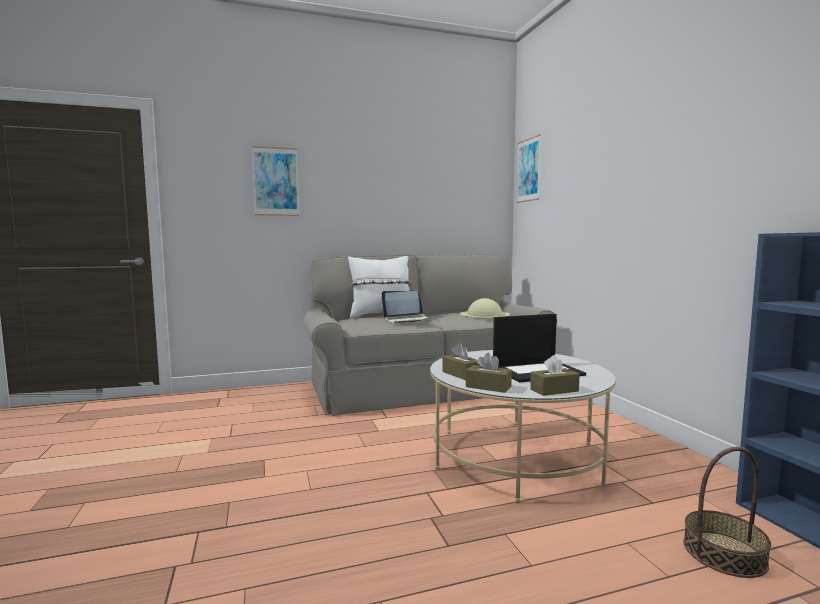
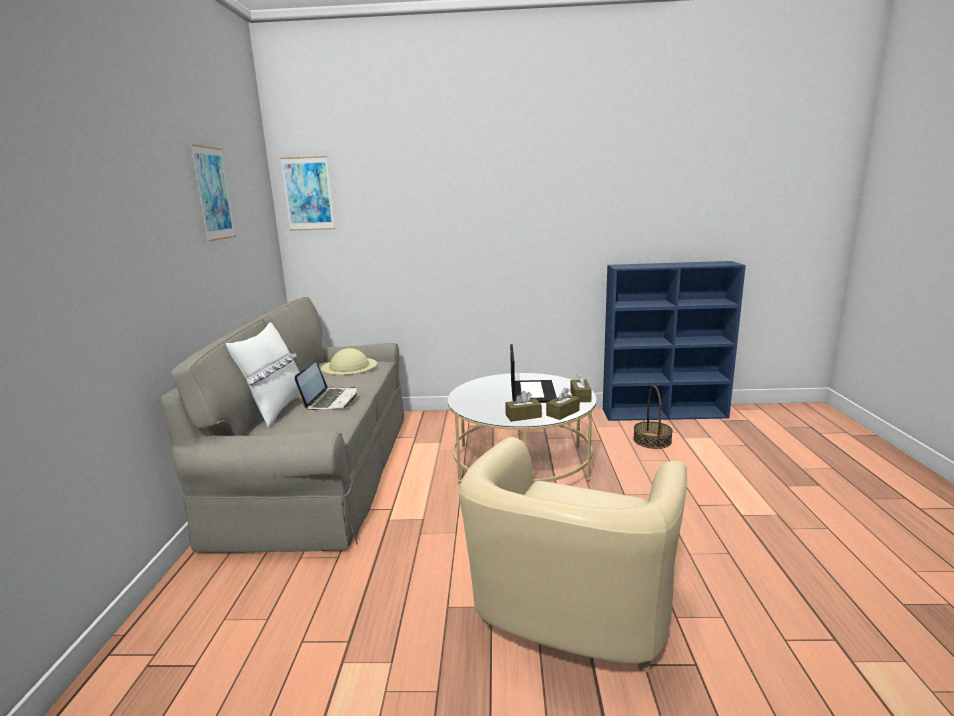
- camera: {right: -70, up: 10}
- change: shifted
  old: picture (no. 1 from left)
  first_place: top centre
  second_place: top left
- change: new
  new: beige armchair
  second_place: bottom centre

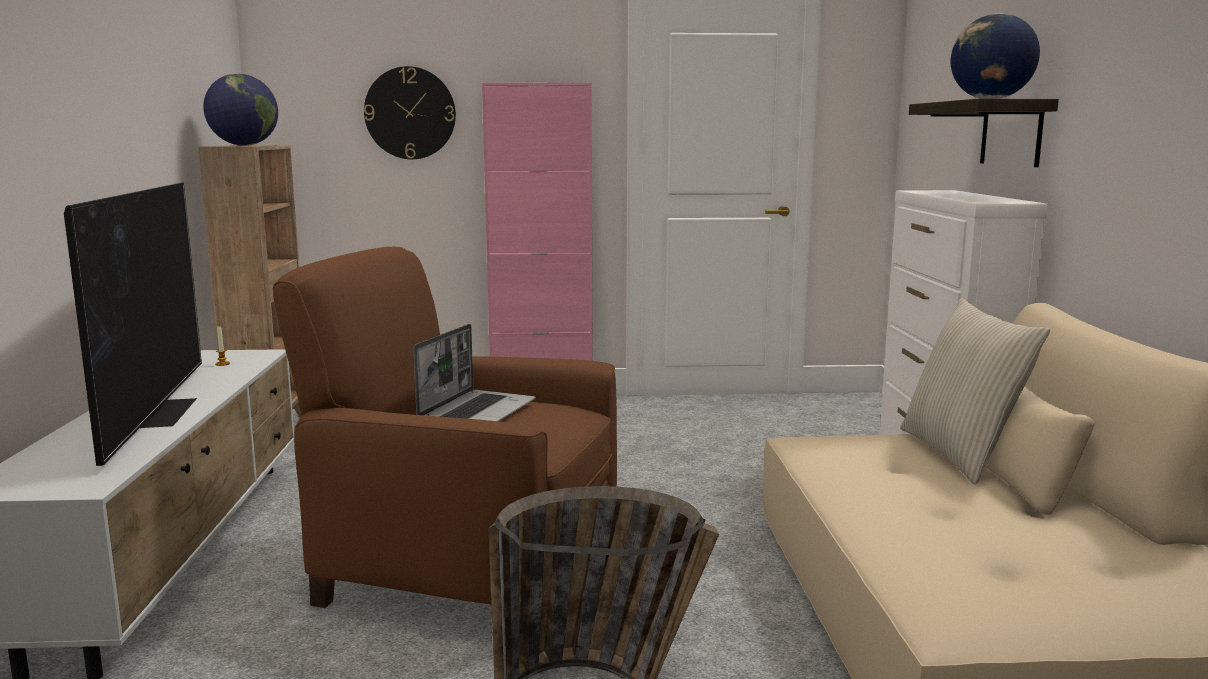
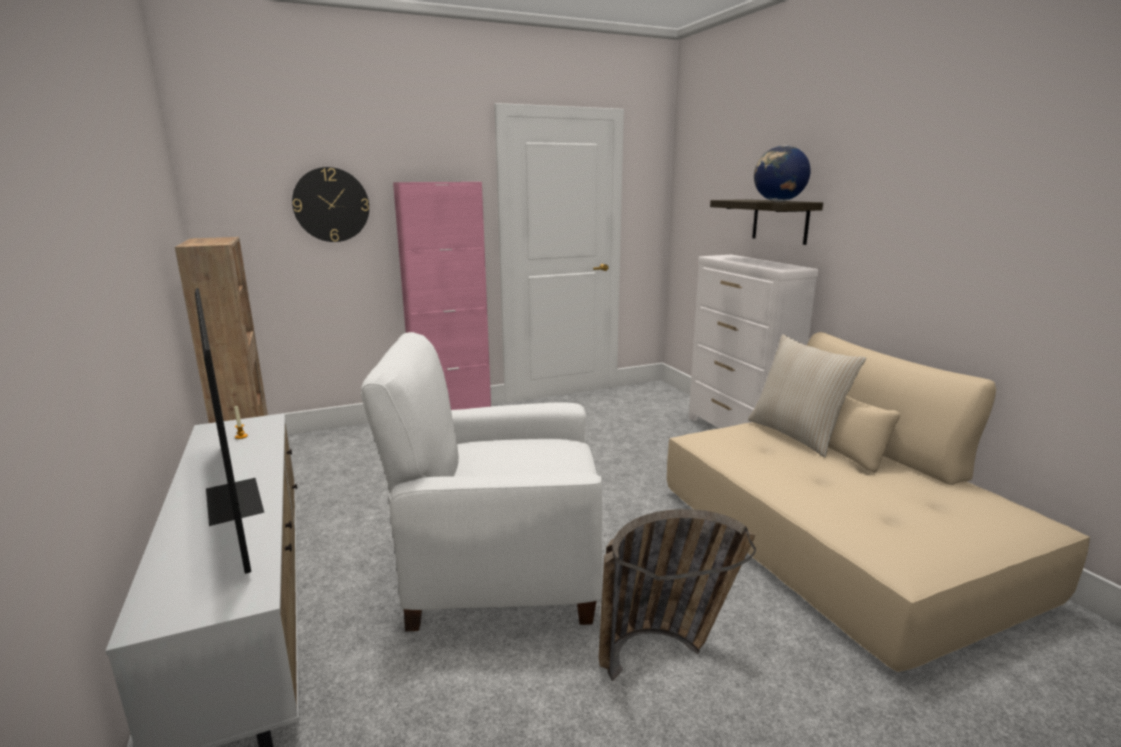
- camera: {right: -20, up: 5}
- change: gone
  old: globe (no. 1 from left)
  first_place: top left
- change: repainted
  old: brown armchair
  new: white armchair
  first_place: centre
  second_place: centre
- change: gone
  old: laptop
  first_place: centre

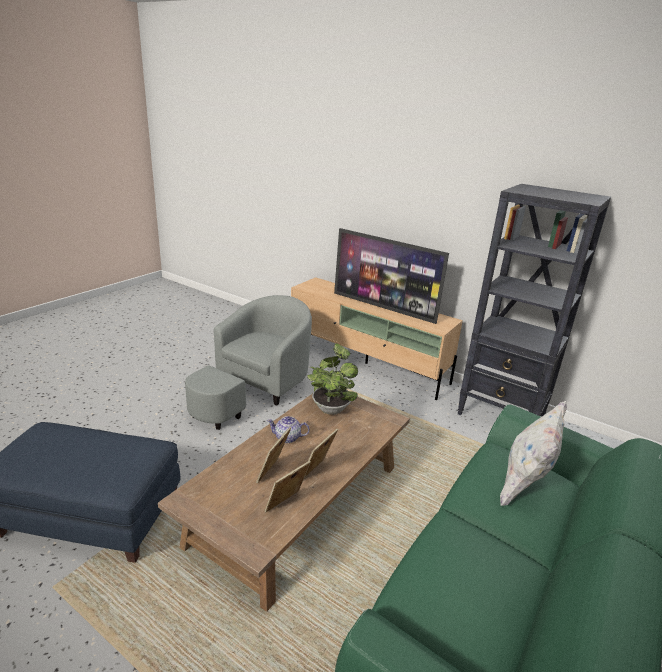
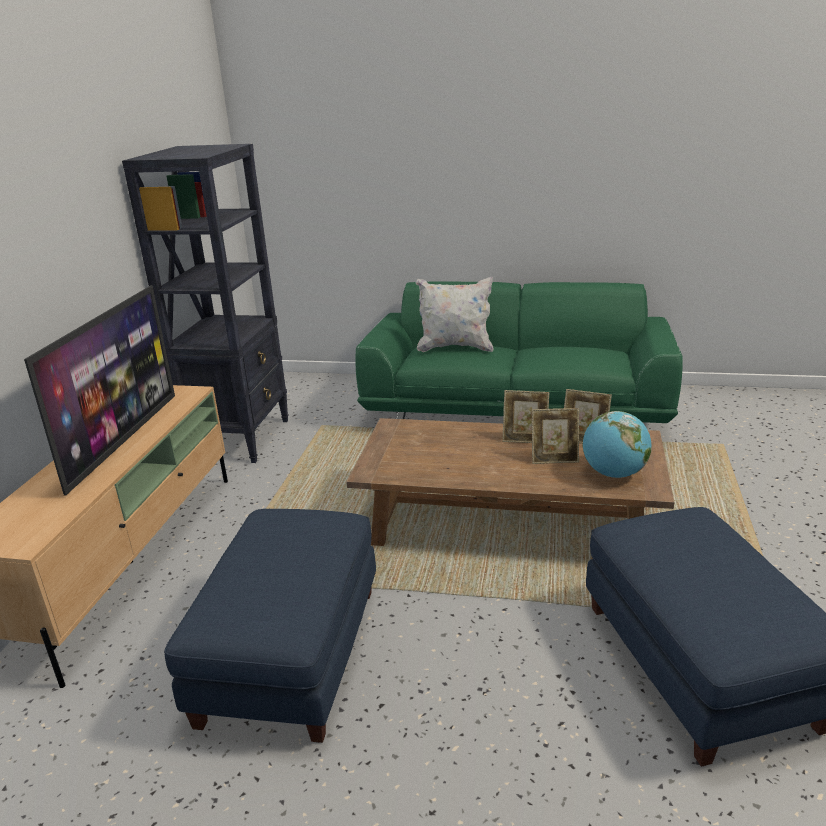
- camera: {right: -110, up: 0}
- change: swapped
  old: grey armchair
  new: blue ottoman (no. 1 from left)
  first_place: centre
  second_place: bottom left
- change: gone
  old: teapot
  first_place: centre
- change: gone
  old: potted plant
  first_place: centre
- change: new
  new: globe
  second_place: middle right

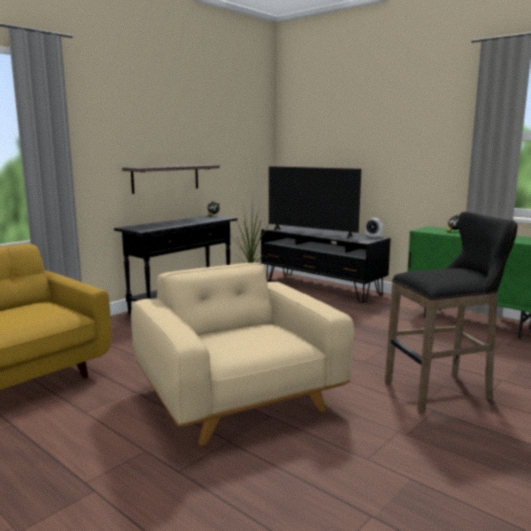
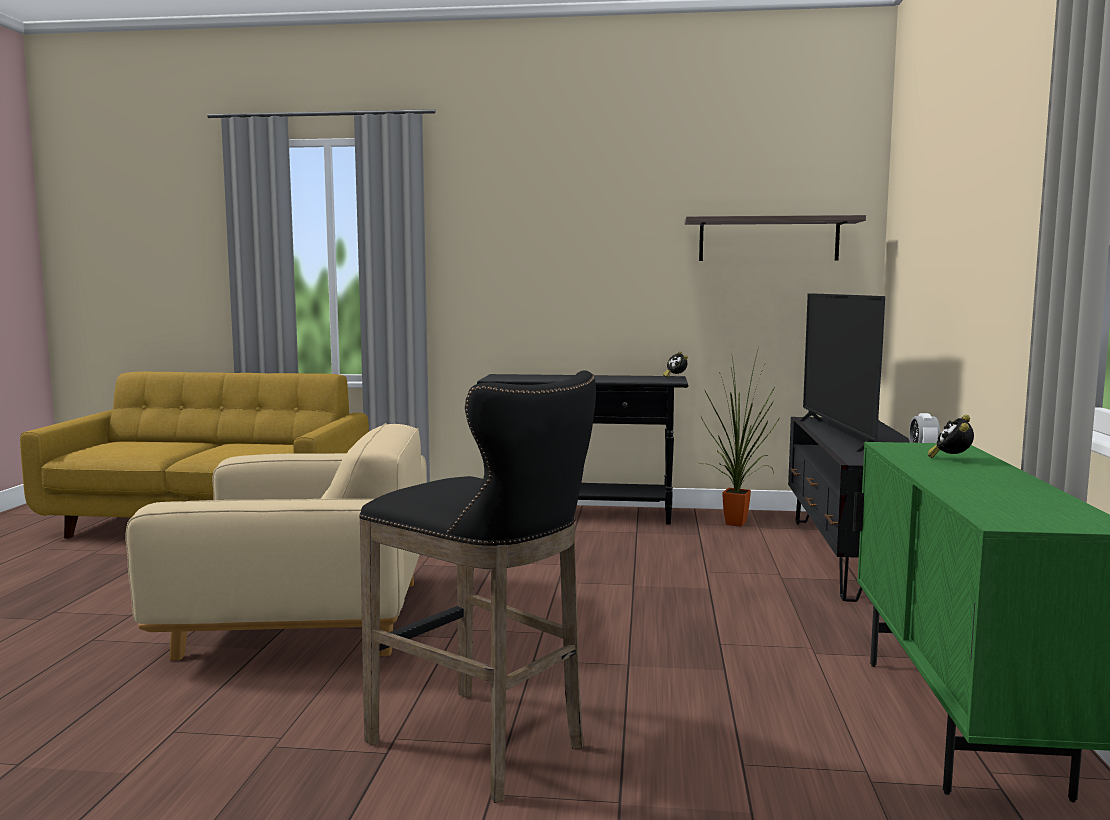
- camera: {right: 55, up: -5}
- change: shifted
  old: shelf
  first_place: middle left
  second_place: top right
- change: rotated
  old: beige armchair
  first_place: bottom centre
  second_place: middle left
  degrees: 60

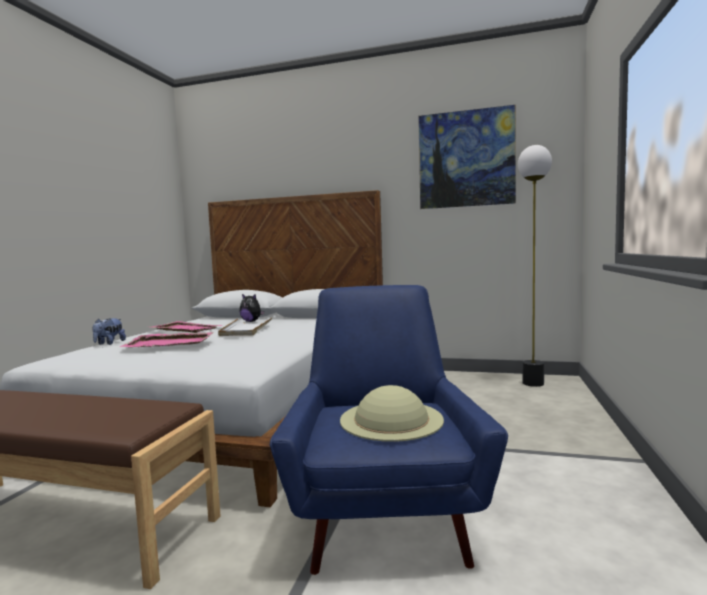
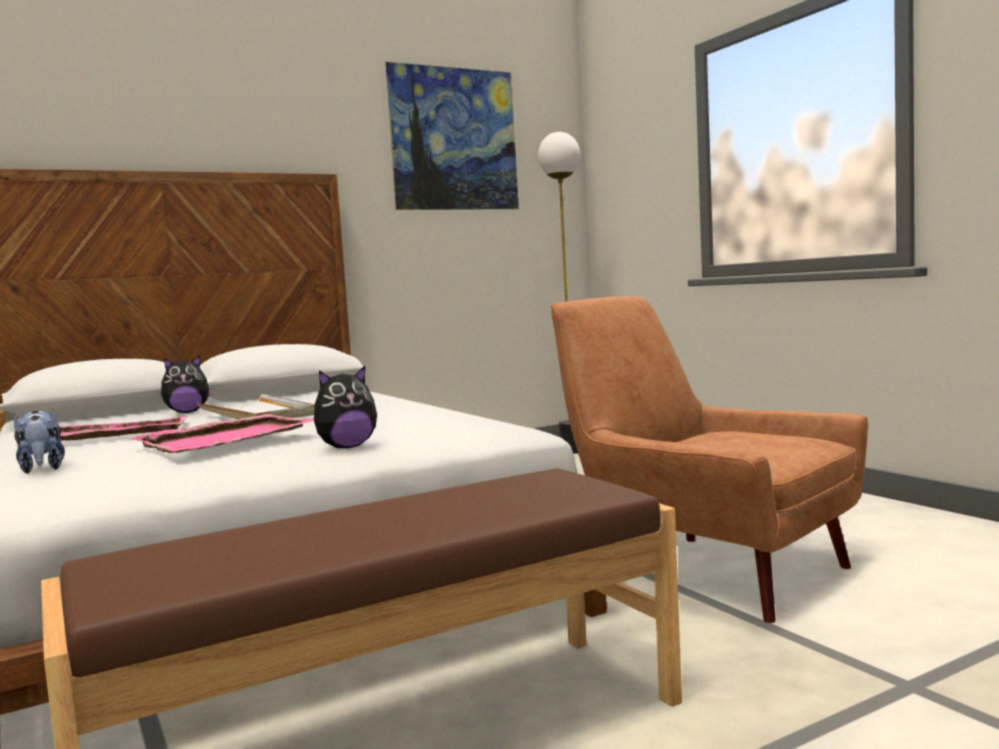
- camera: {right: -45, up: 0}
- change: repainted
  old: blue armchair
  new: brown armchair
  first_place: bottom centre
  second_place: middle right
- change: gone
  old: beige hat
  first_place: bottom centre
- change: new
  new: plush toy (no. 3 from left)
  second_place: centre

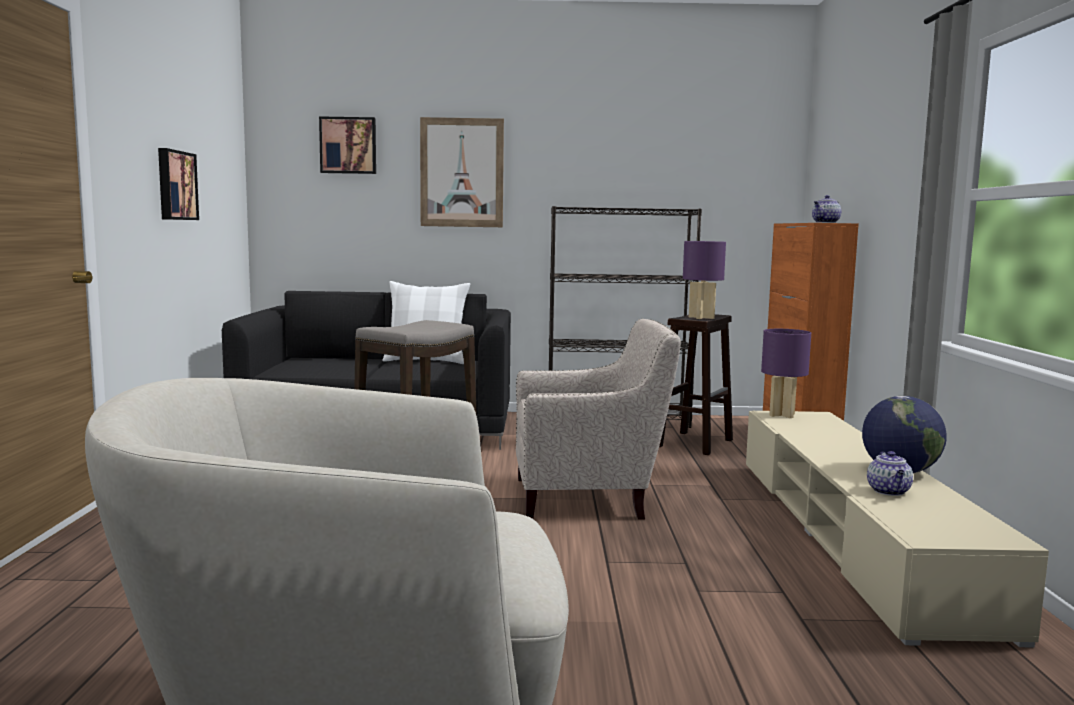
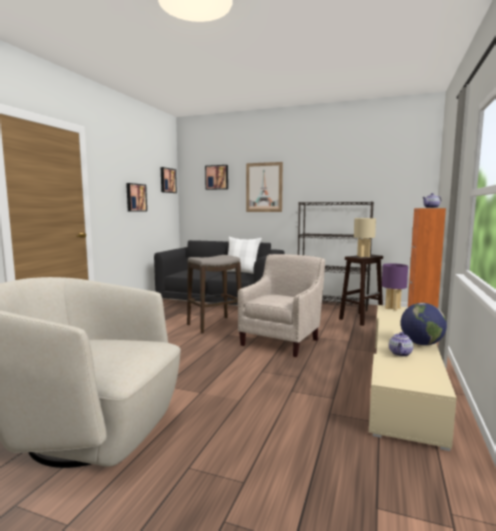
- camera: {right: 20, up: 0}
- change: rotated
  old: beige armchair (no. 2 from left)
  first_place: centre
  second_place: centre
  degrees: -75
- change: repainted
  old: purple table lamp (no. 1 from left)
  new: beige table lamp
  first_place: centre
  second_place: middle right
- change: new
  new: picture (no. 2 from left)
  second_place: centre

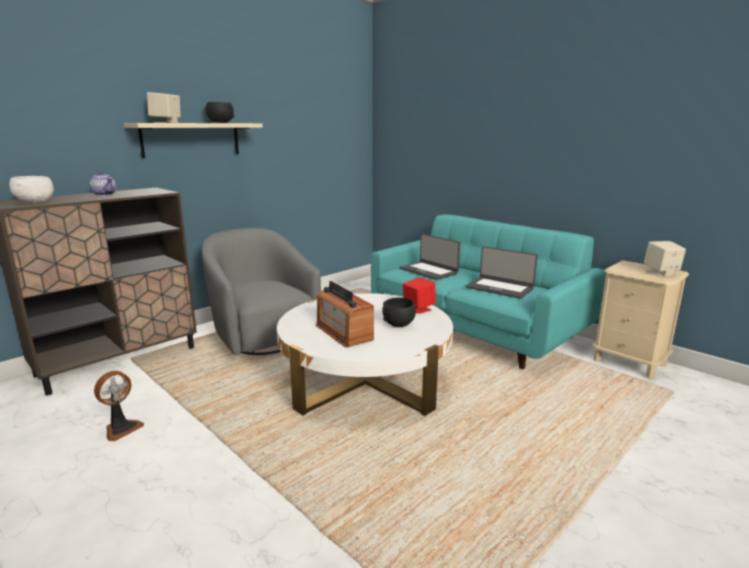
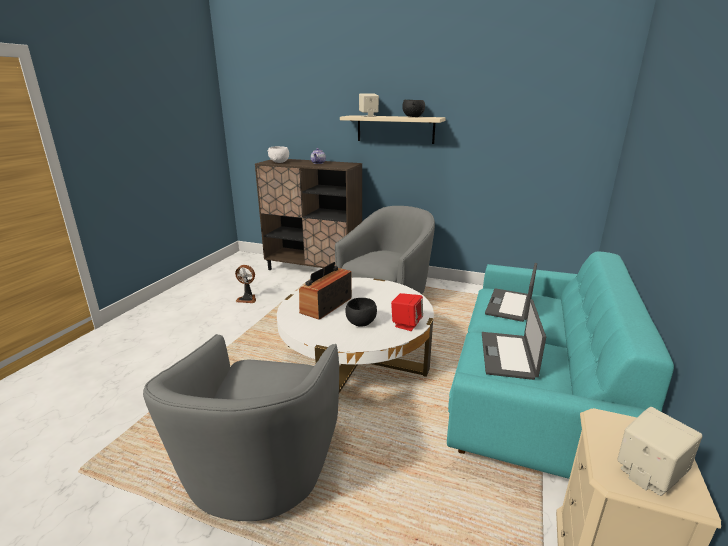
- camera: {right: 65, up: 5}
- change: new
  new: grey armchair (no. 1 from left)
  second_place: bottom left

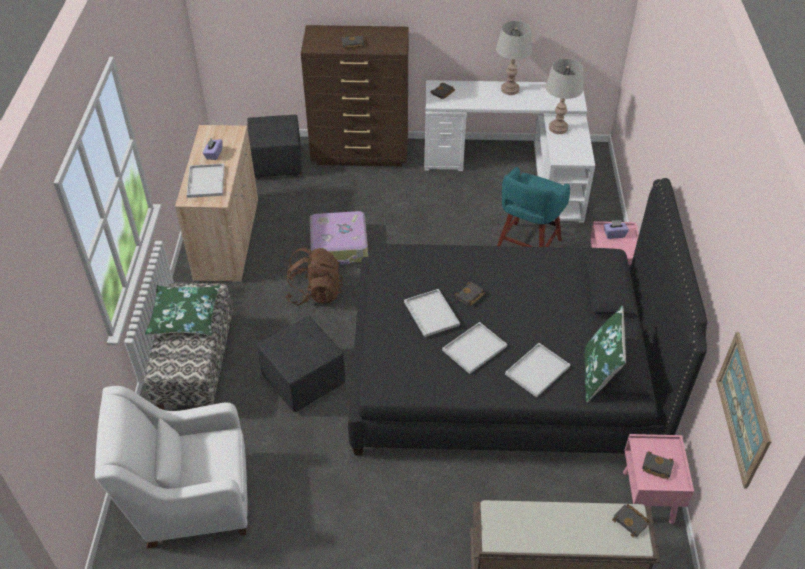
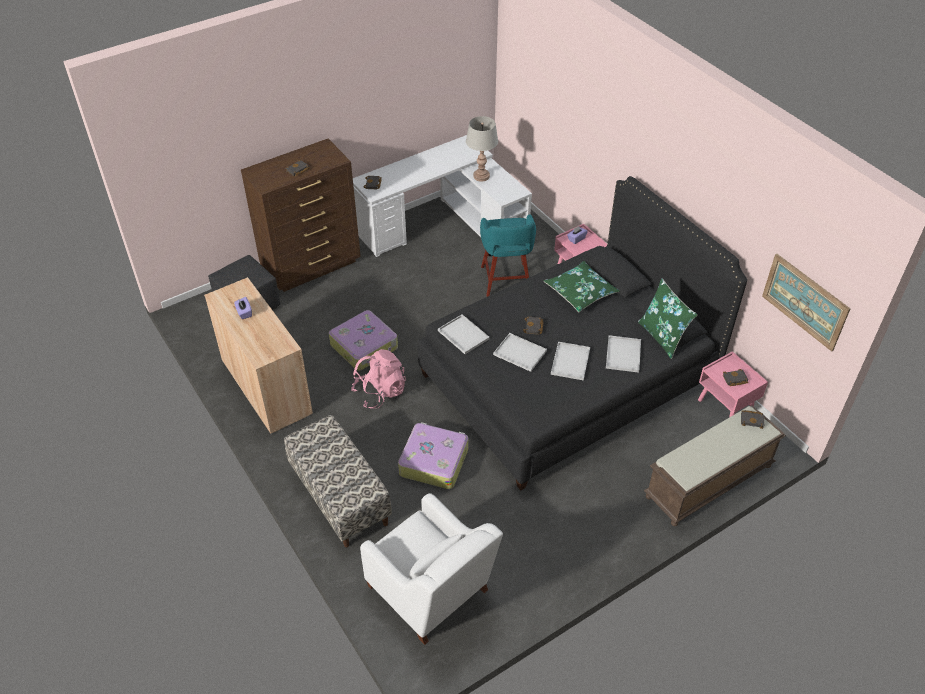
- camera: {right: -35, up: 0}
- change: rotated
  old: white armchair
  first_place: bottom left
  second_place: bottom centre
  degrees: -90
- change: shifted
  old: green pillow (no. 1 from left)
  first_place: middle left
  second_place: centre
- change: shifted
  old: white tray (no. 1 from left)
  first_place: top left
  second_place: centre
- change: swapped
  old: black ottoman (no. 2 from left)
  new: suitcase (no. 2 from left)
  first_place: centre
  second_place: centre
- change: repainted
  old: brown backpack
  new: pink backpack
  first_place: centre
  second_place: centre
- change: gone
  old: grey table lamp (no. 1 from left)
  first_place: top centre

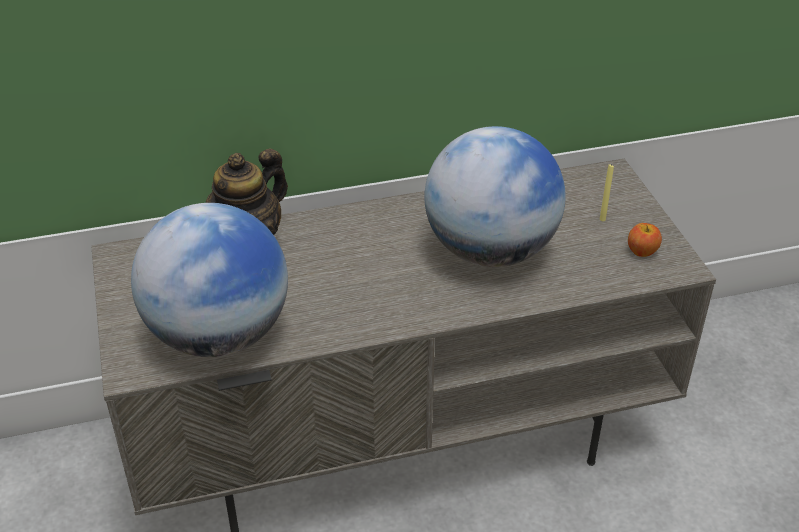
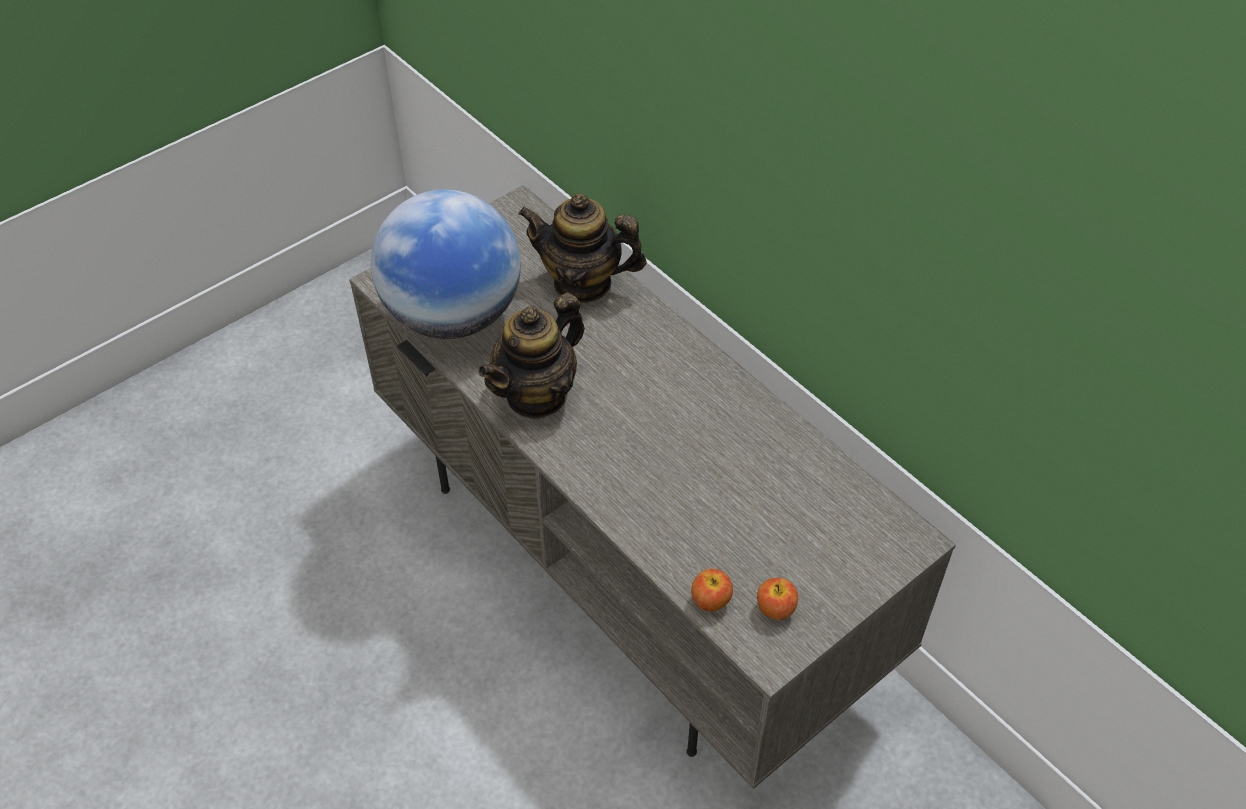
- camera: {right: 65, up: 10}
- change: gone
  old: globe (no. 2 from left)
  first_place: centre
- change: gone
  old: yellow candle
  first_place: middle right
- change: new
  new: teapot (no. 1 from left)
  second_place: centre
- change: new
  new: apple (no. 1 from left)
  second_place: bottom centre

